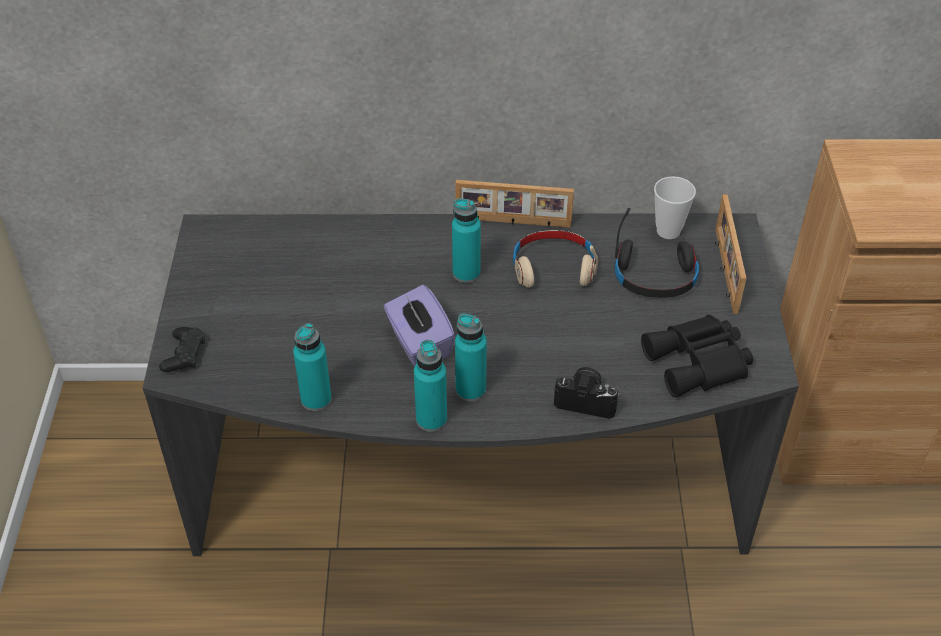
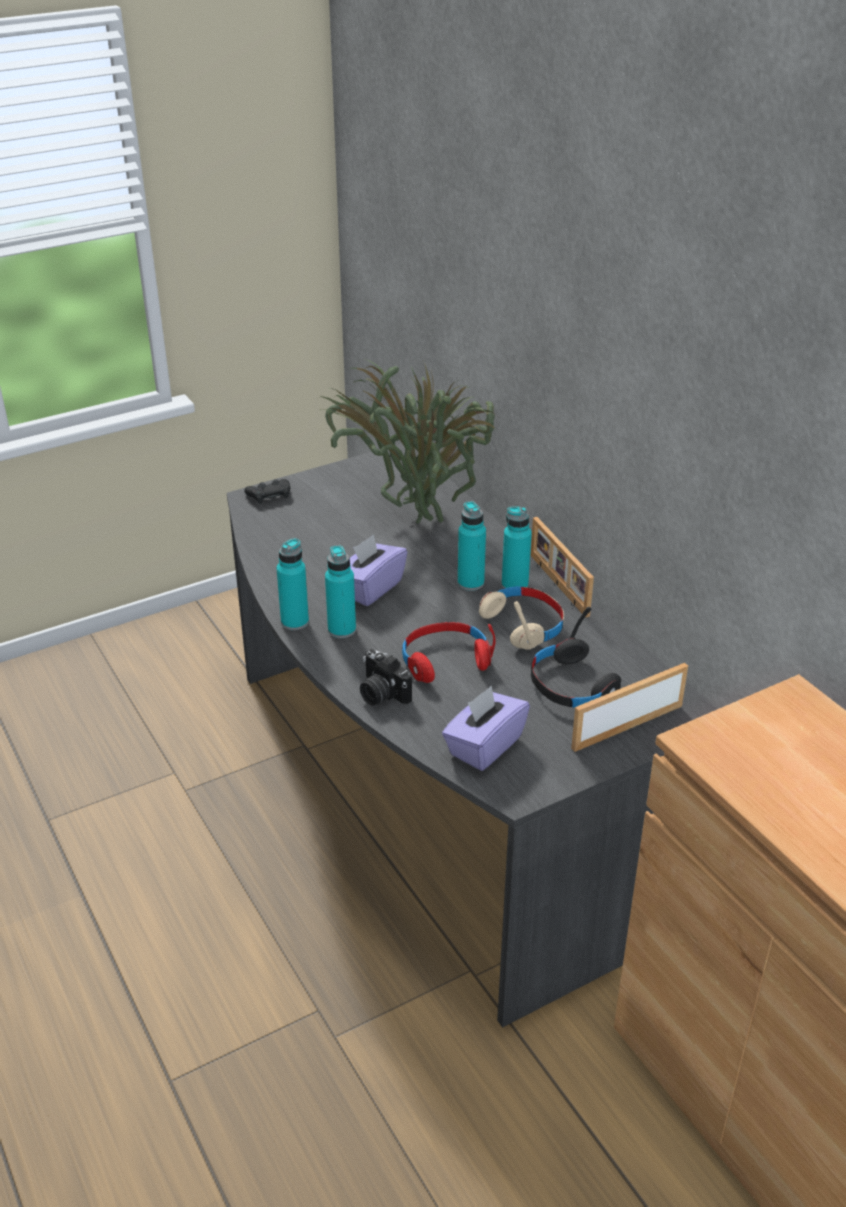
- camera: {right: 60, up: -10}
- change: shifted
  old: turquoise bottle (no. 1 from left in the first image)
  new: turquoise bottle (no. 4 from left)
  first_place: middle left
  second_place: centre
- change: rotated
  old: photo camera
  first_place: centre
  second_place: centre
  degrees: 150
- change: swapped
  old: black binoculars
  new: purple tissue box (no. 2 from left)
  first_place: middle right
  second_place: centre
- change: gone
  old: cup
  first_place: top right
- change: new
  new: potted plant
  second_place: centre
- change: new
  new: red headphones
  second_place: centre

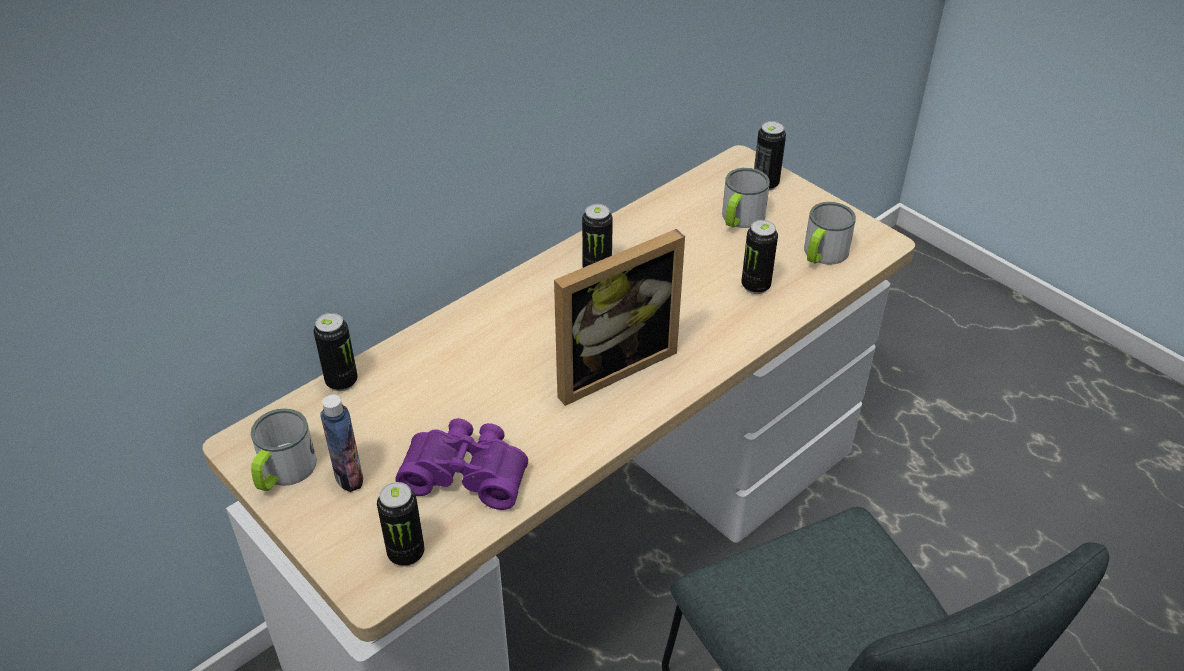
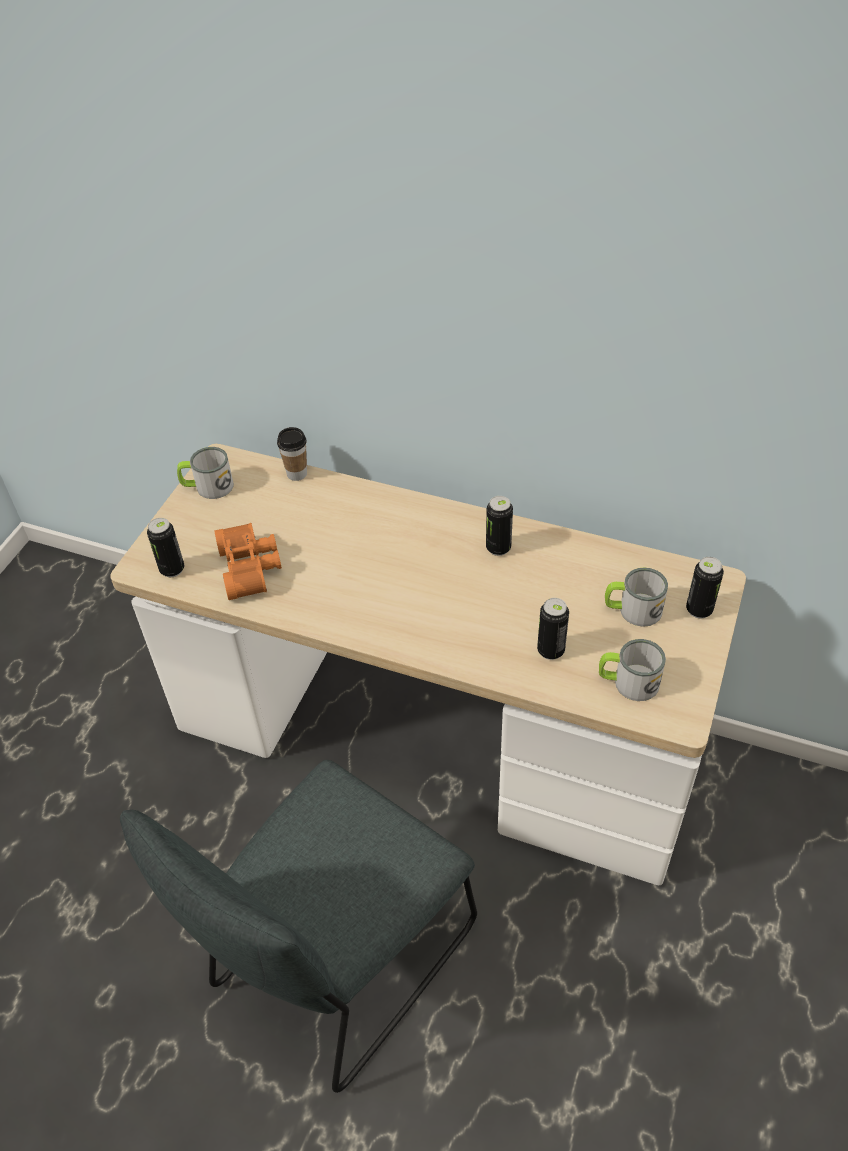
- camera: {right: 65, up: 5}
- change: swapped
  old: can (no. 1 from left)
  new: cup
  first_place: middle left
  second_place: centre
- change: gone
  old: bottle
  first_place: middle left
- change: repainted
  old: purple binoculars
  new: orange binoculars
  first_place: bottom centre
  second_place: middle left
- change: gone
  old: picture frame
  first_place: centre

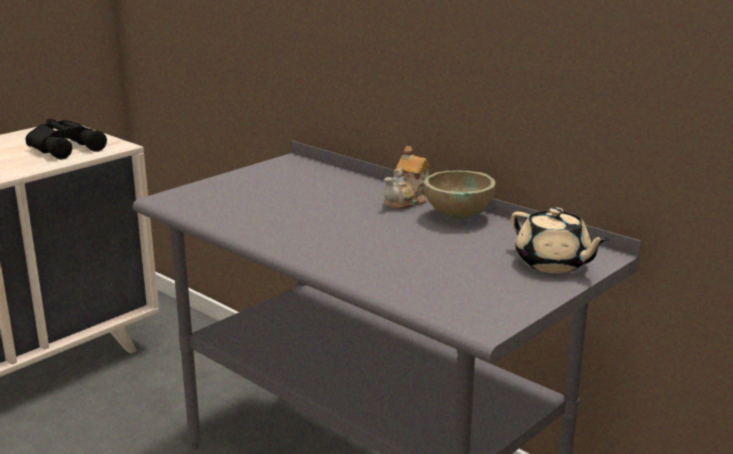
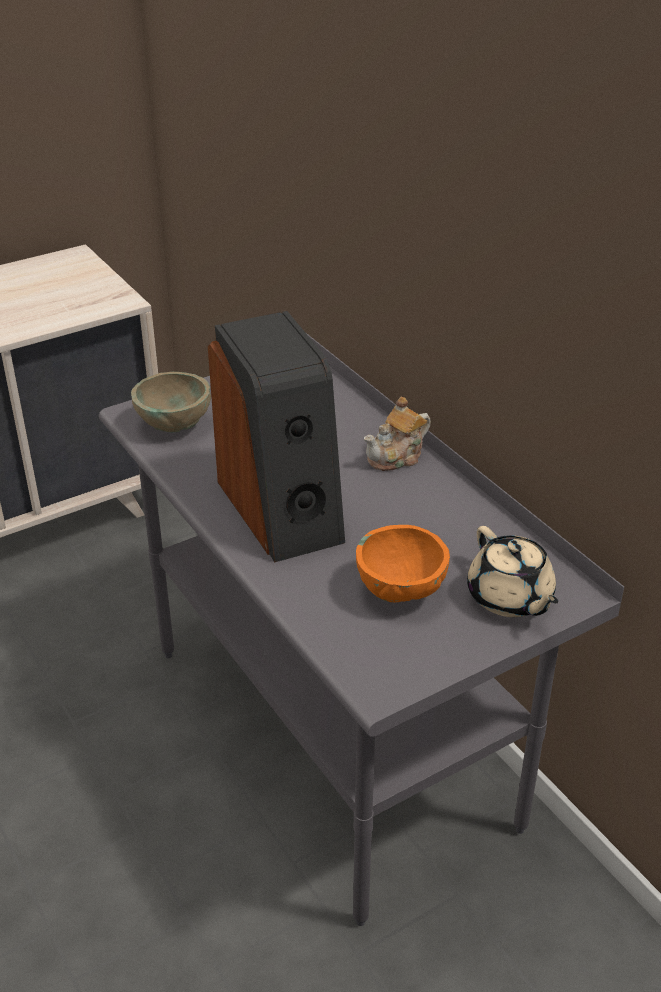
- camera: {right: 15, up: 15}
- change: gone
  old: black binoculars
  first_place: top left
- change: shifted
  old: beige bowl
  first_place: centre
  second_place: middle left
- change: new
  new: speaker
  second_place: centre
- change: new
  new: orange bowl
  second_place: centre

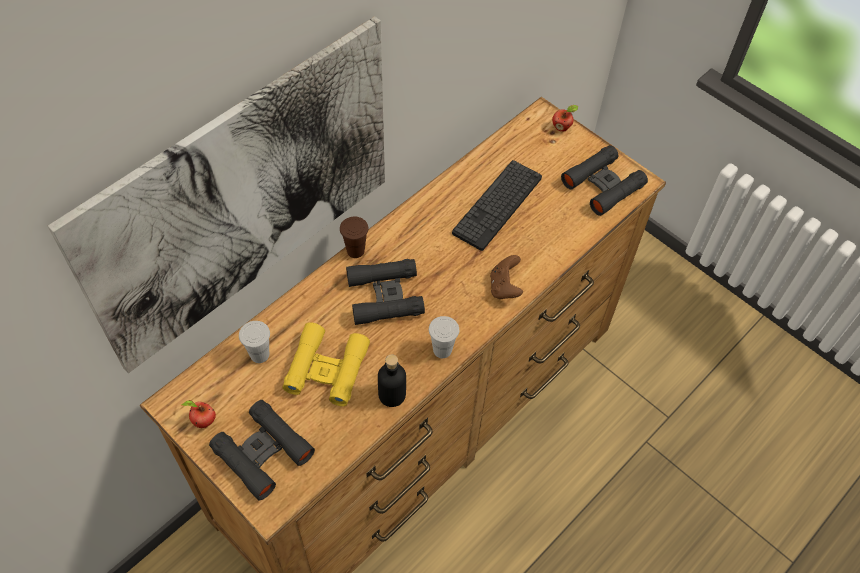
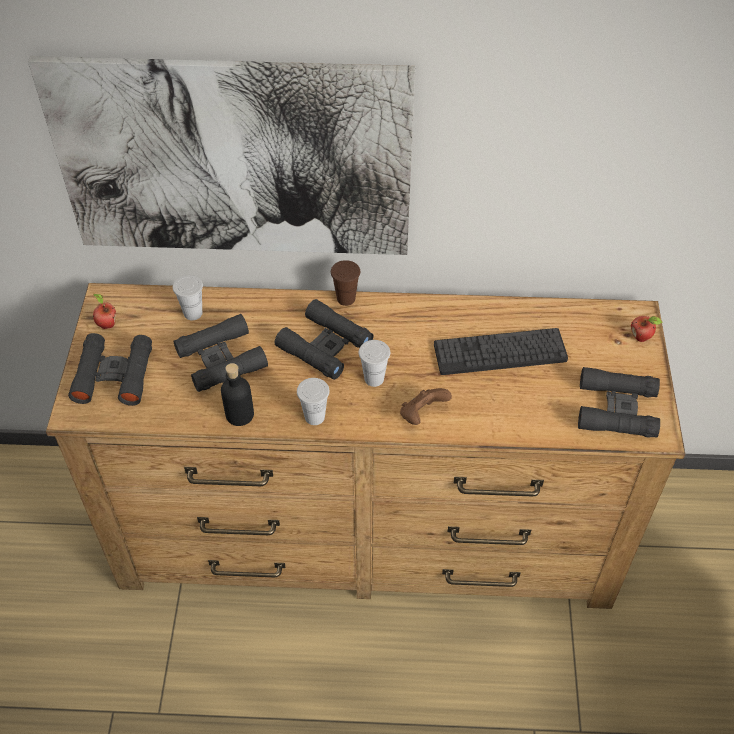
- camera: {right: 50, up: -5}
- change: repainted
  old: yellow binoculars
  new: black binoculars (no. 2 from left)
  first_place: centre
  second_place: middle left
- change: new
  new: white cup (no. 3 from left)
  second_place: centre

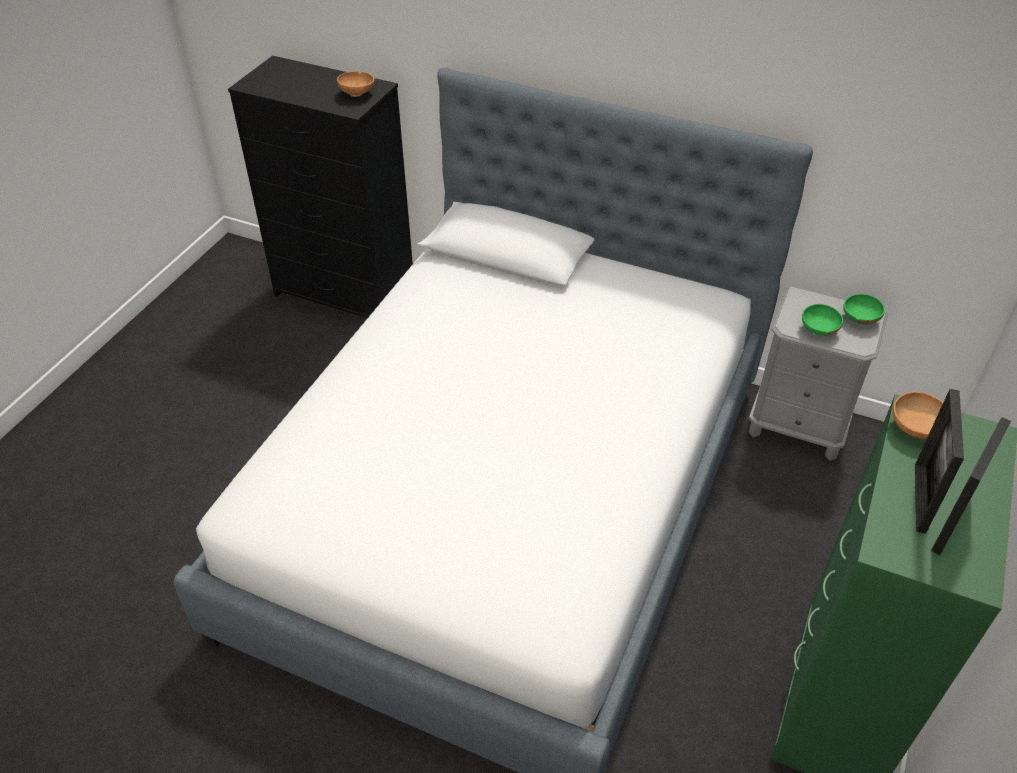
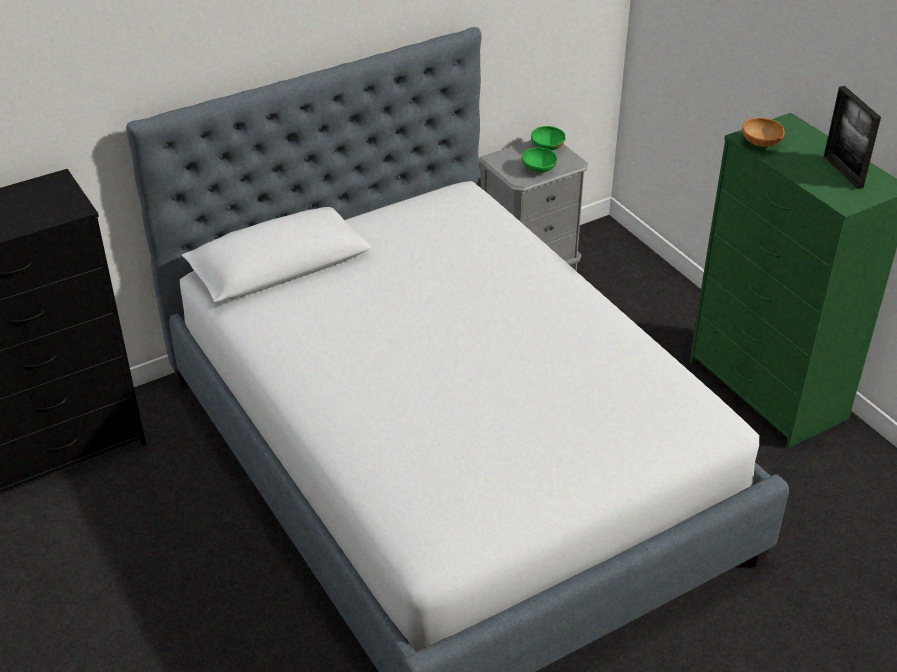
- camera: {right: -55, up: -5}
- change: gone
  old: brown bowl (no. 1 from left)
  first_place: top centre
- change: gone
  old: picture frame (no. 1 from left)
  first_place: middle right

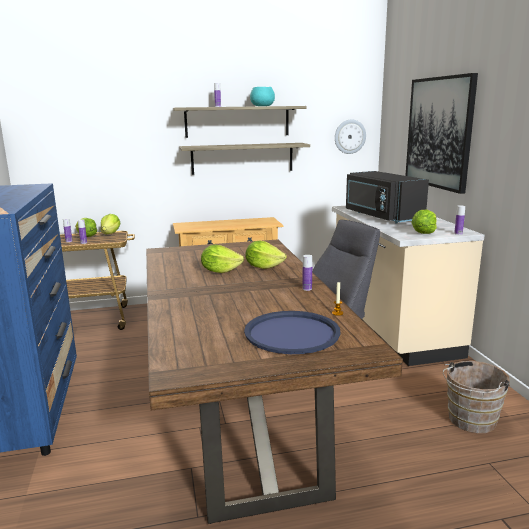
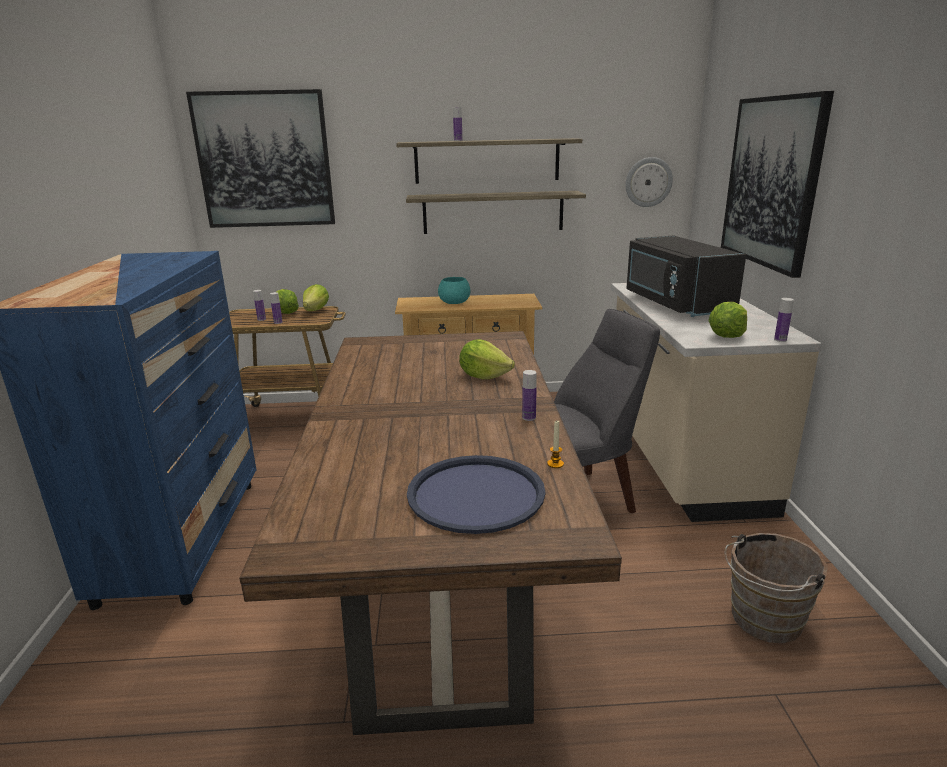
- camera: {right: 10, up: 5}
- change: gone
  old: lettuce (no. 3 from left)
  first_place: centre
- change: shifted
  old: turquoise bowl
  first_place: top centre
  second_place: centre
- change: new
  new: picture (no. 1 from left)
  second_place: top left

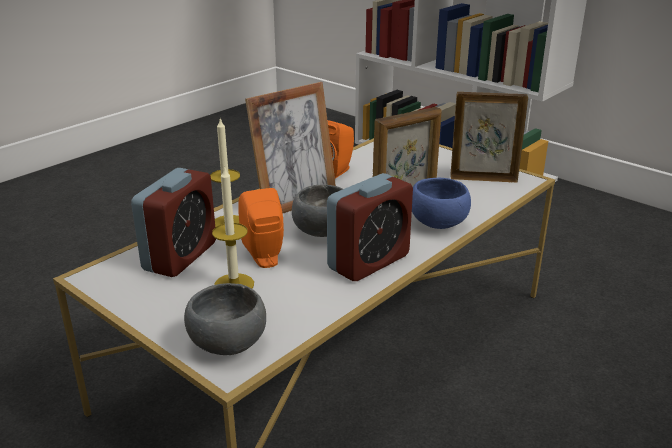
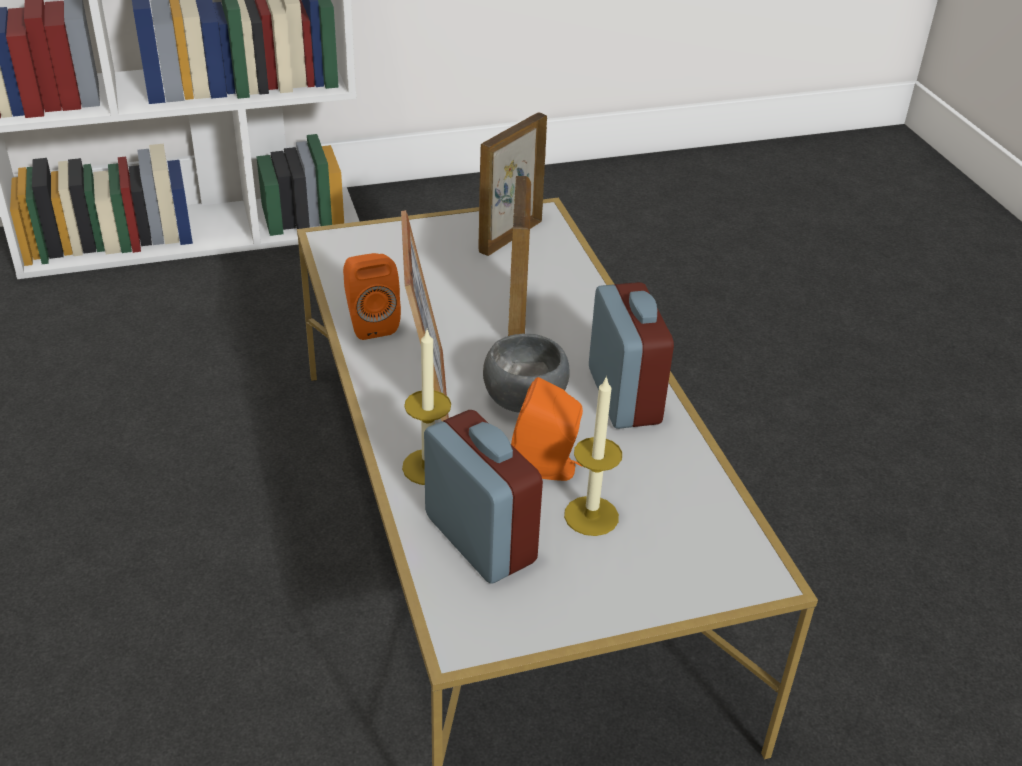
- camera: {right: -60, up: 10}
- change: gone
  old: grey bowl (no. 1 from left)
  first_place: bottom centre
- change: gone
  old: blue bowl
  first_place: centre

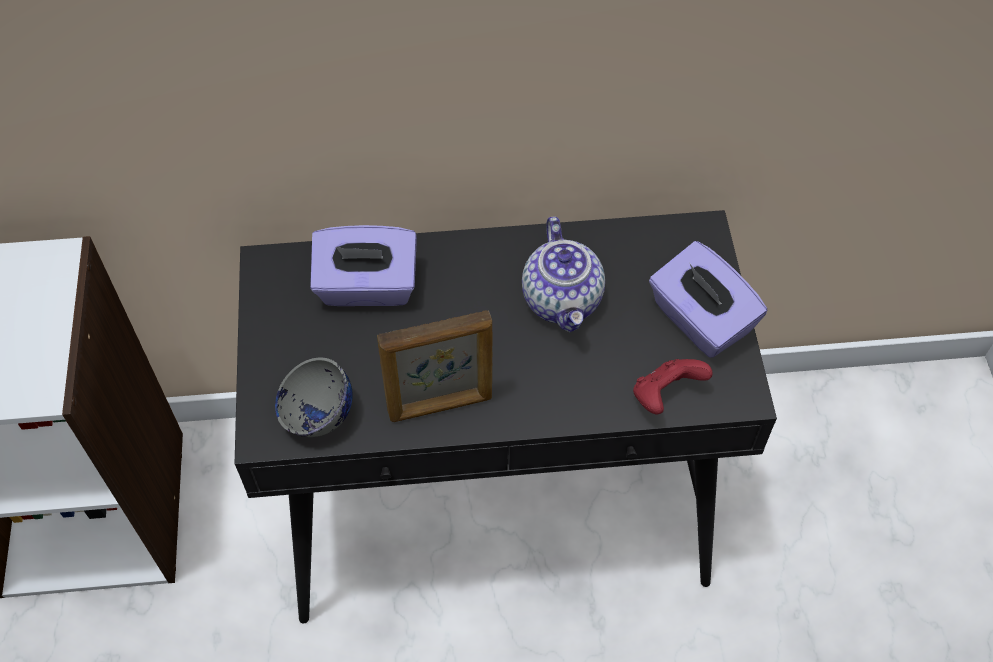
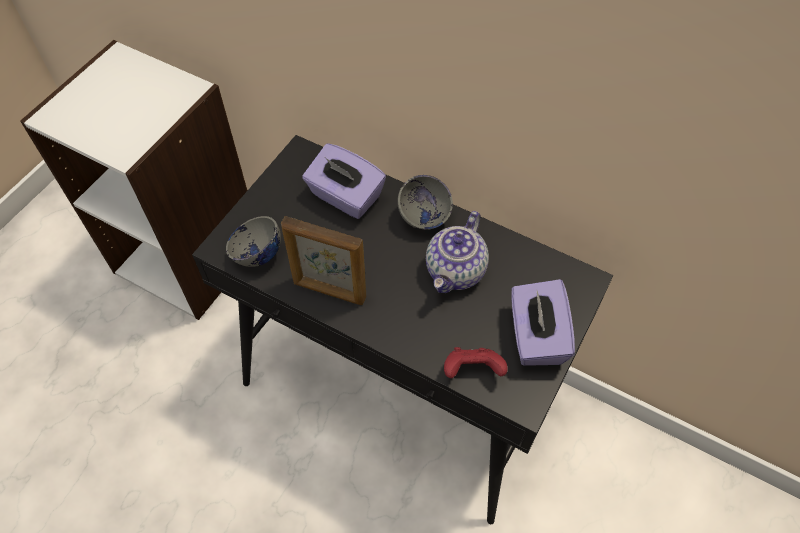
- camera: {right: 35, up: 0}
- change: new
  new: grey bowl (no. 2 from left)
  second_place: centre

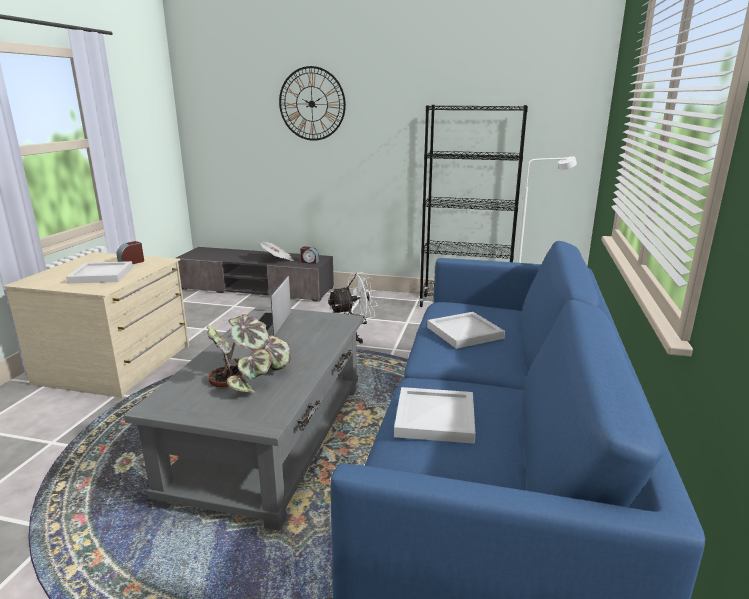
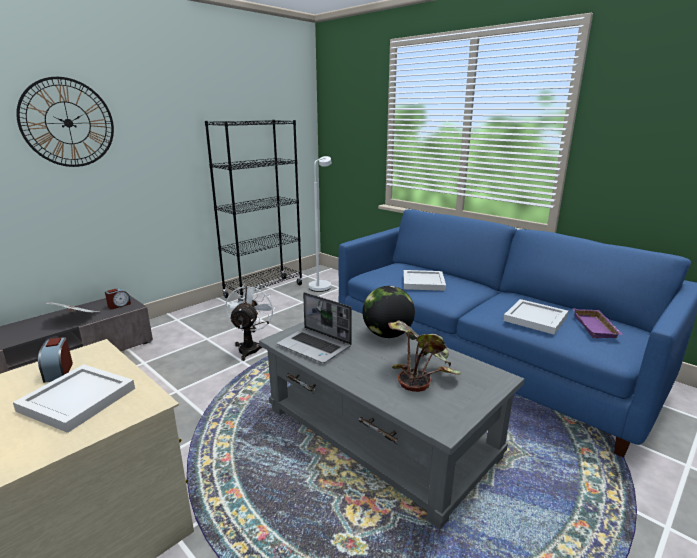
- camera: {right: -60, up: 0}
- change: new
  new: globe
  second_place: centre
- change: new
  new: purple tray
  second_place: middle right

